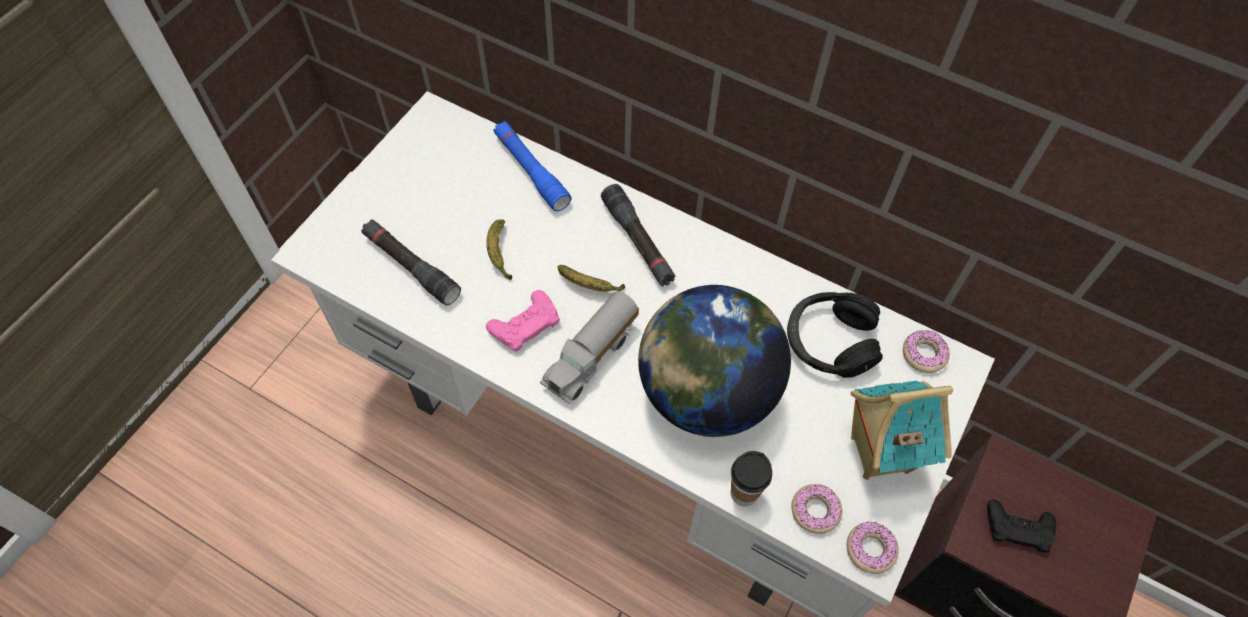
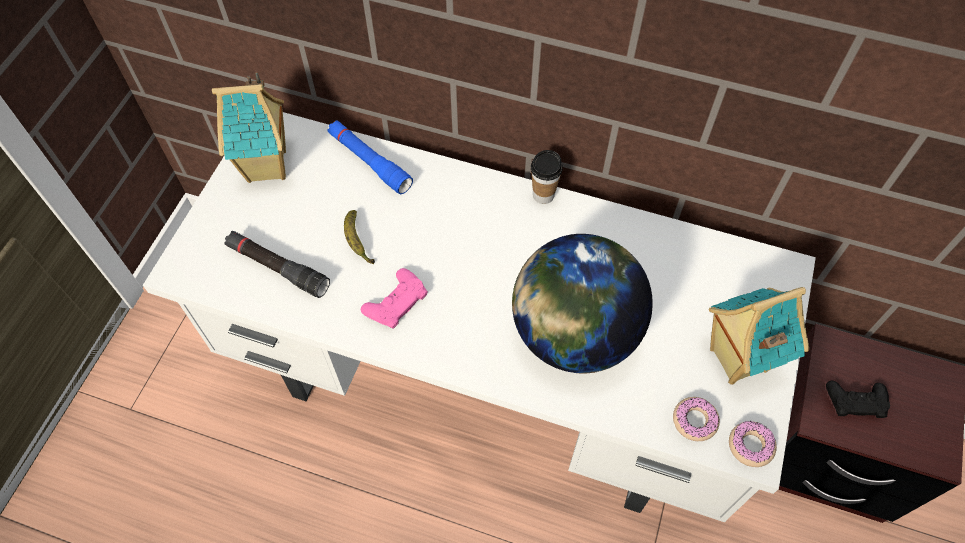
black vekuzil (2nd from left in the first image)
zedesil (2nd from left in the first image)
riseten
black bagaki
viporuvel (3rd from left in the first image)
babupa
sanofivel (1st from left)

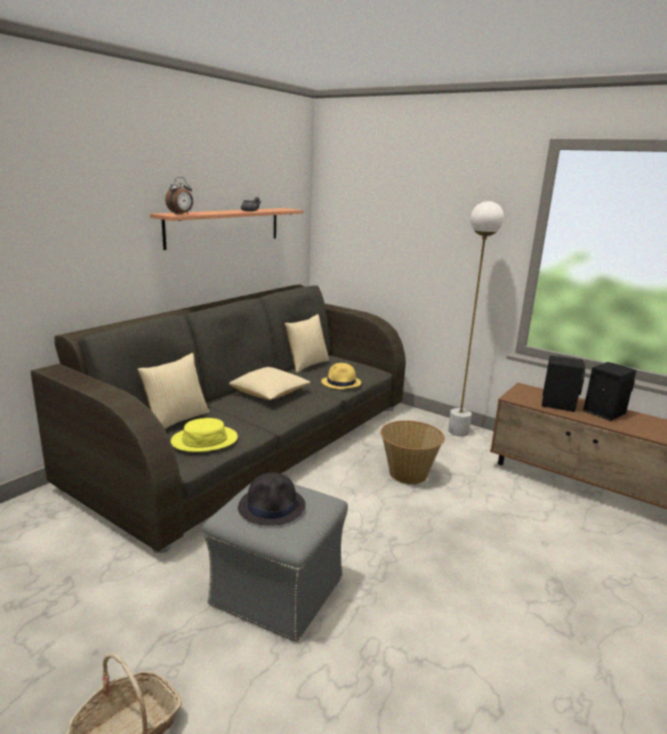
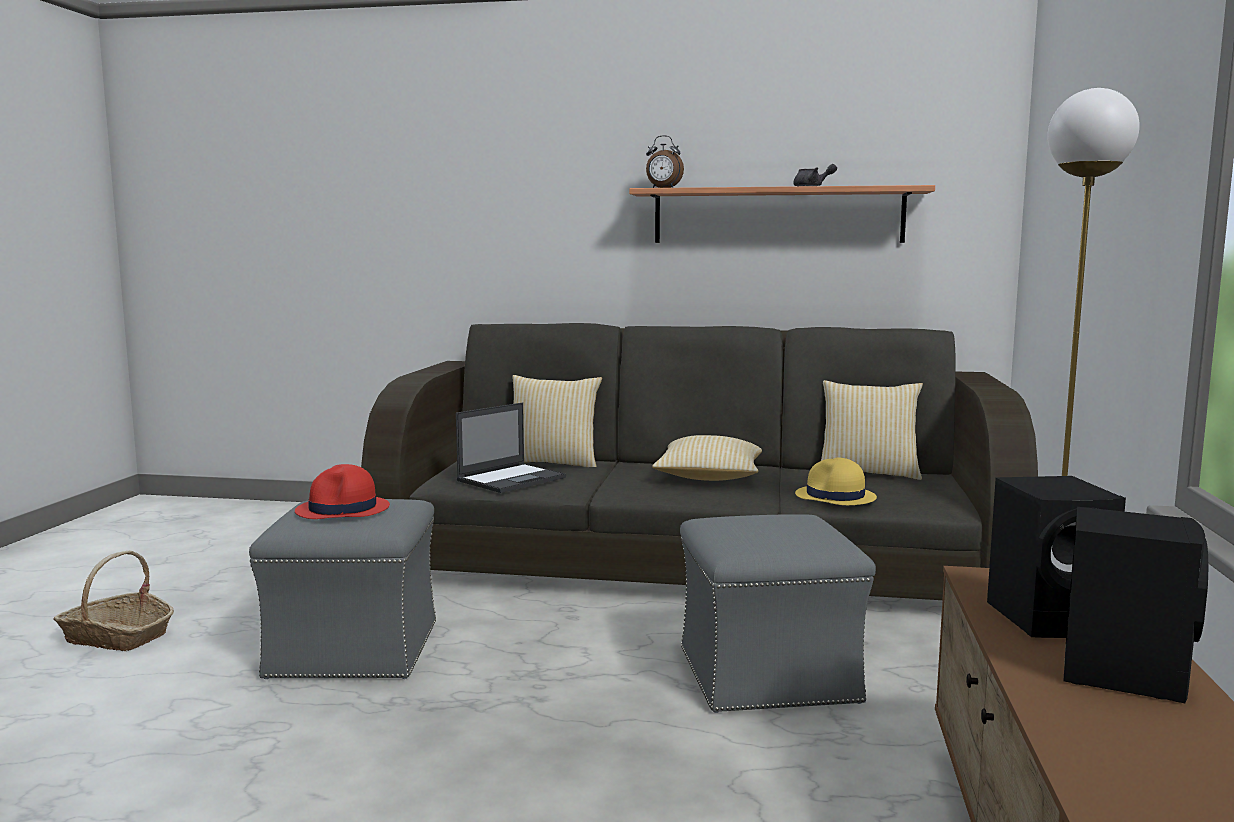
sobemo
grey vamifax (2nd from left)
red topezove

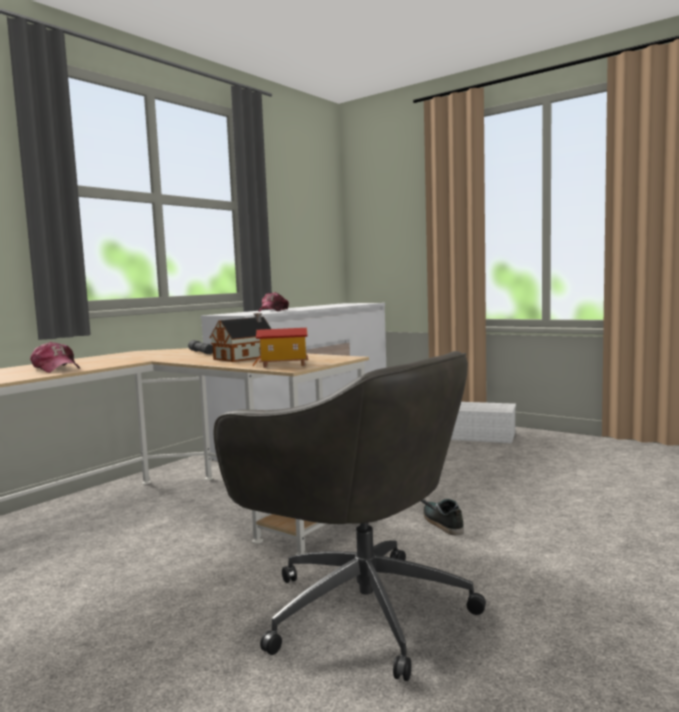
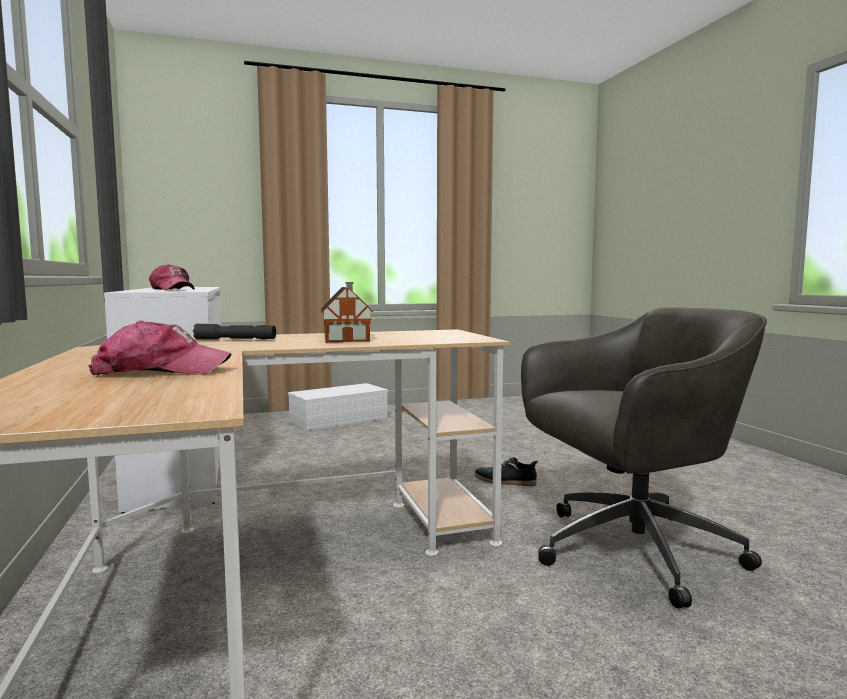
sanofivel (2nd from left in the first image)

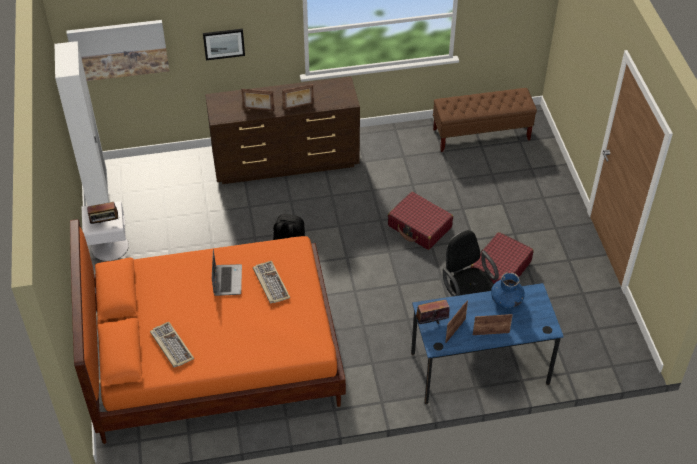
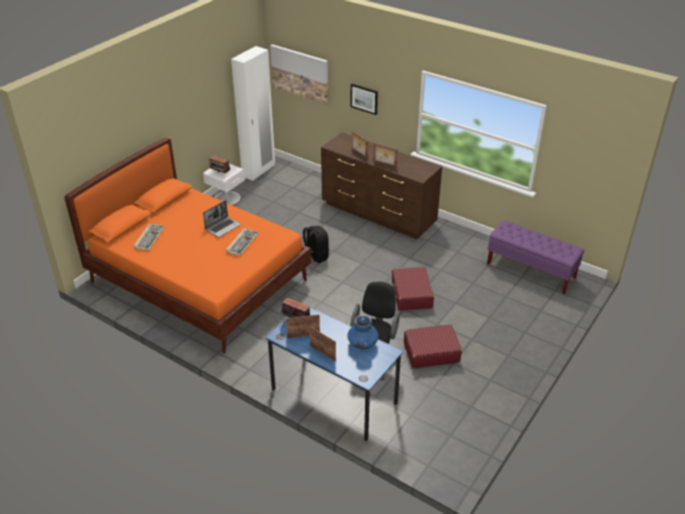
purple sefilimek

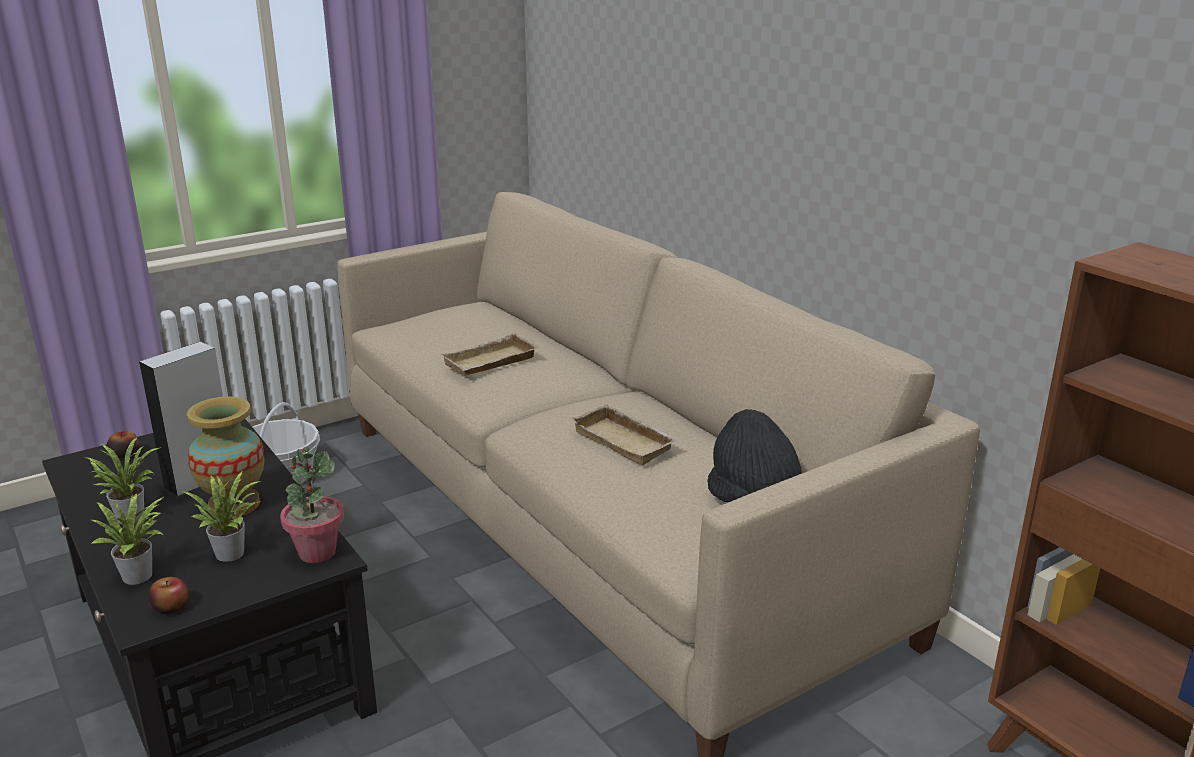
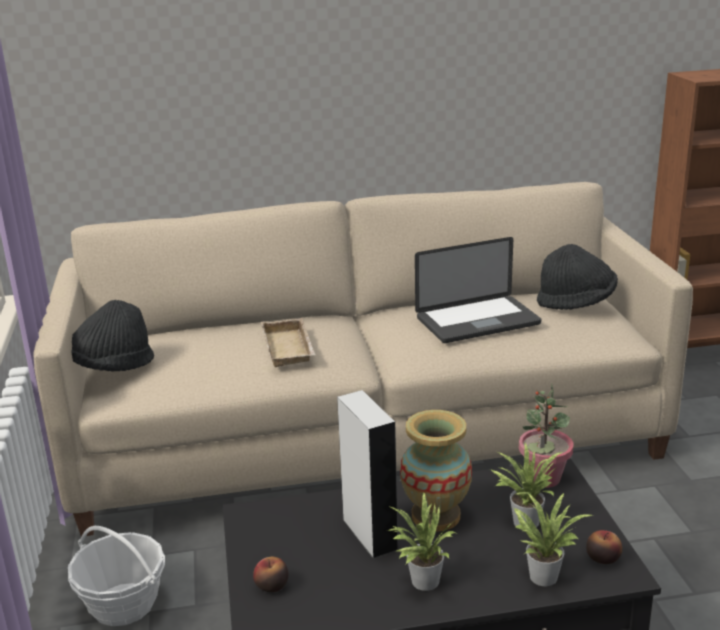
sobemo
black topezove (1st from left)

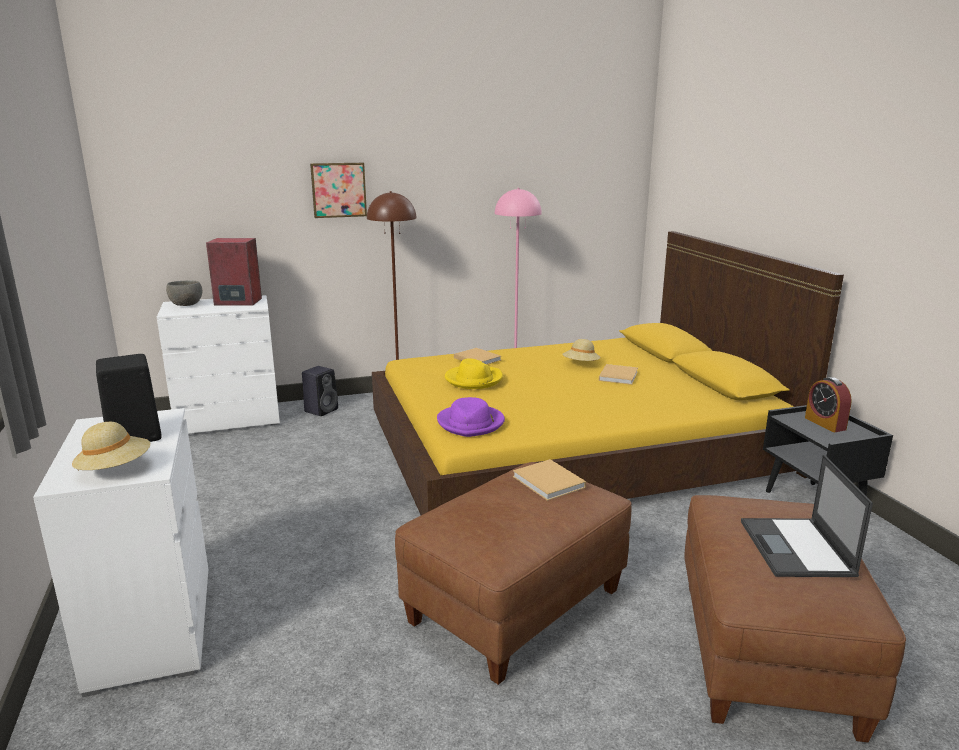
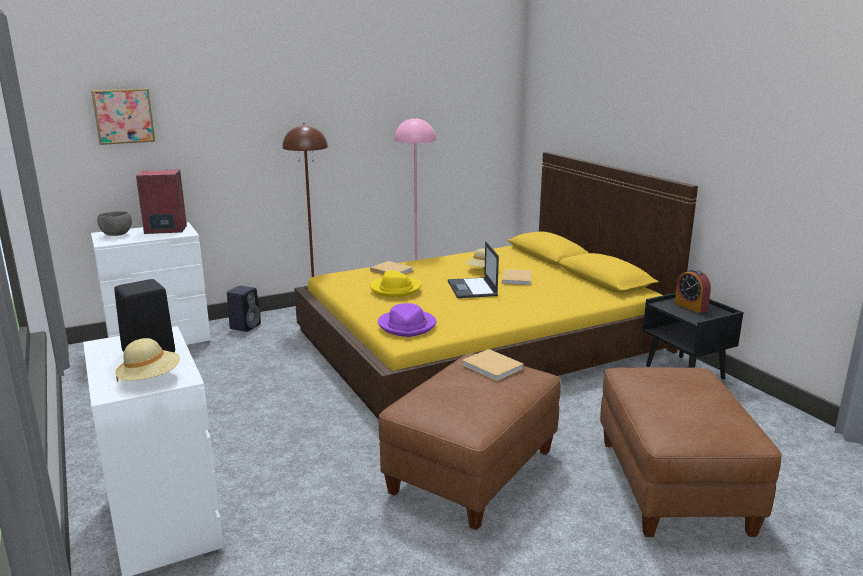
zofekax
sobemo

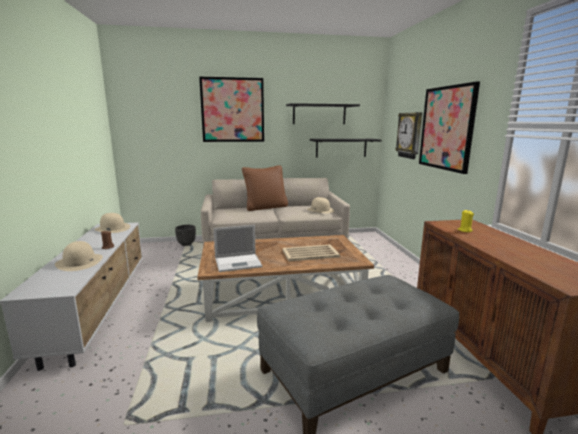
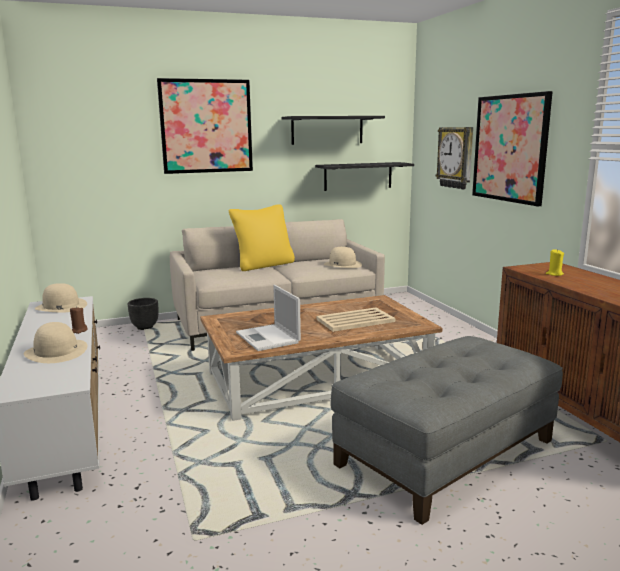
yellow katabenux
sobemo

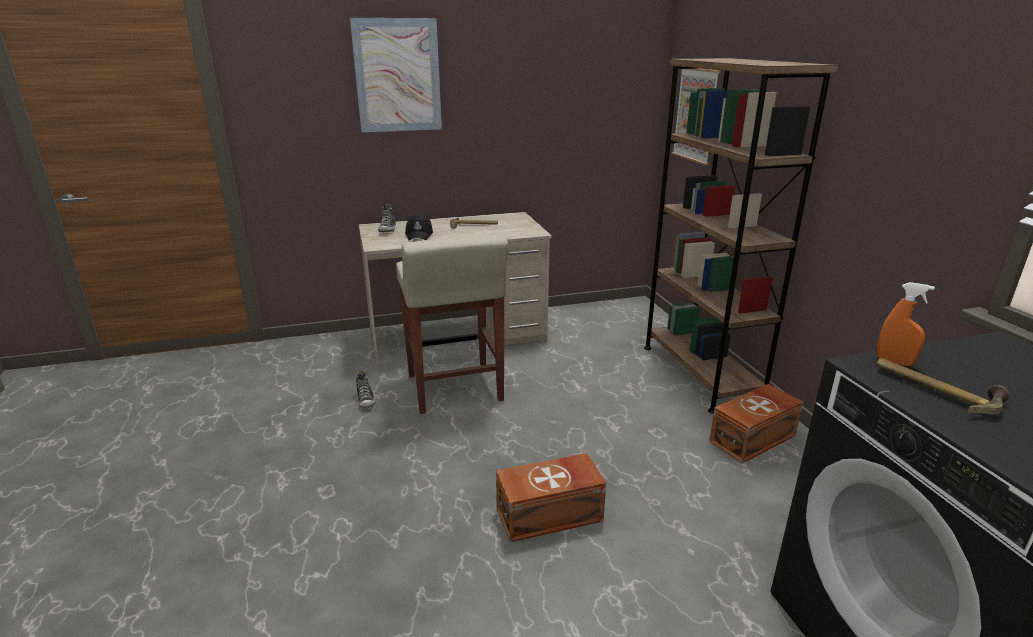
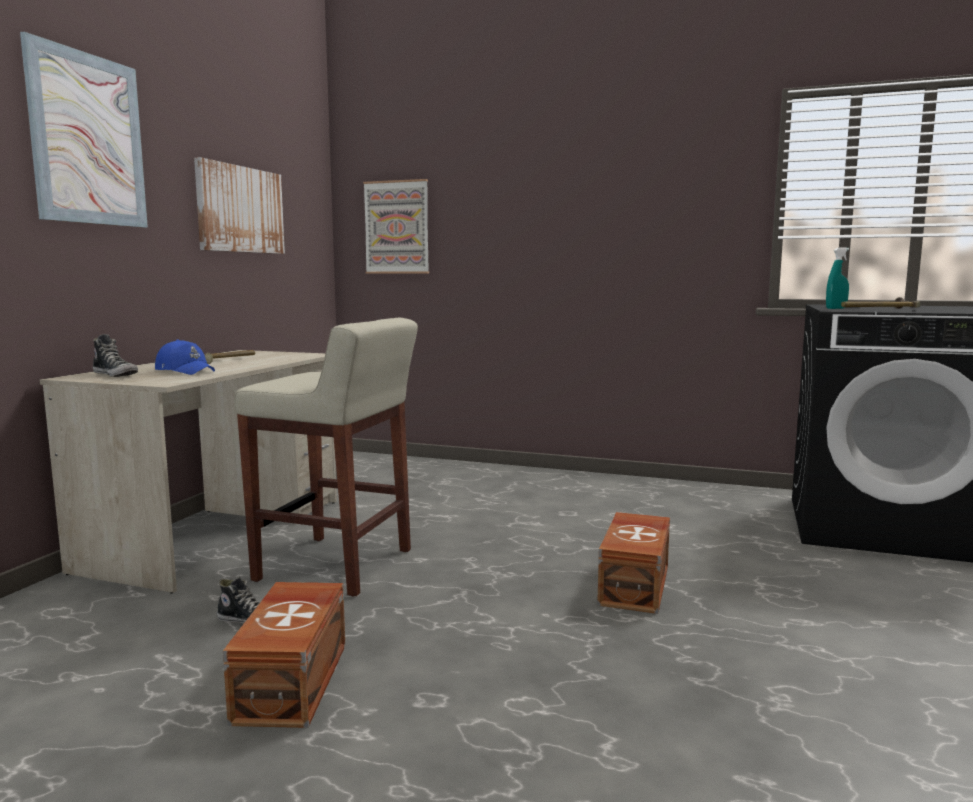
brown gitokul
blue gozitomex
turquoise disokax
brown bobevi (1st from left)
zofekax (2nd from left)

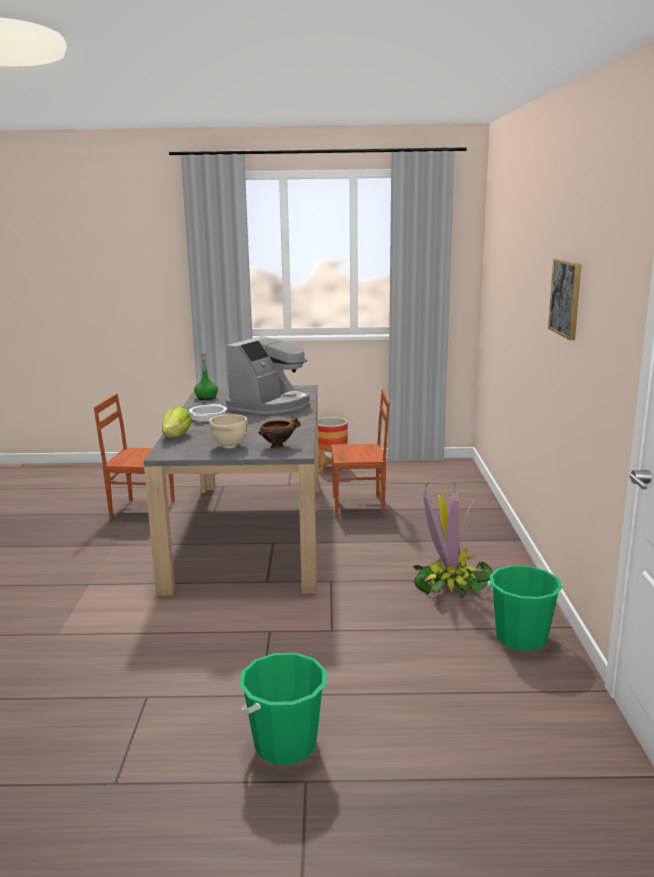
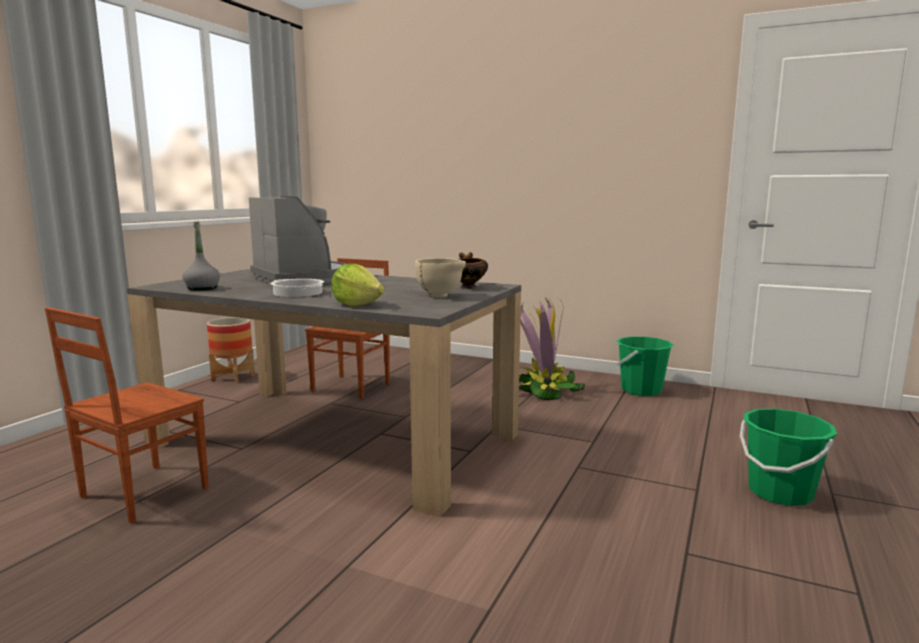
zofekax
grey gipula

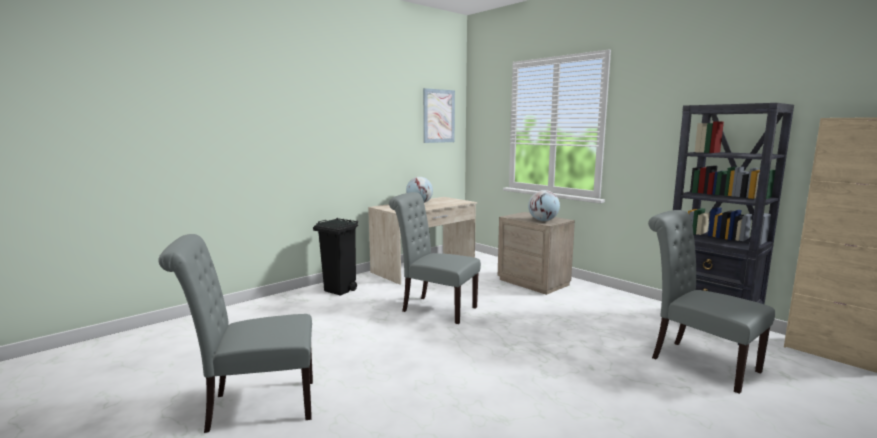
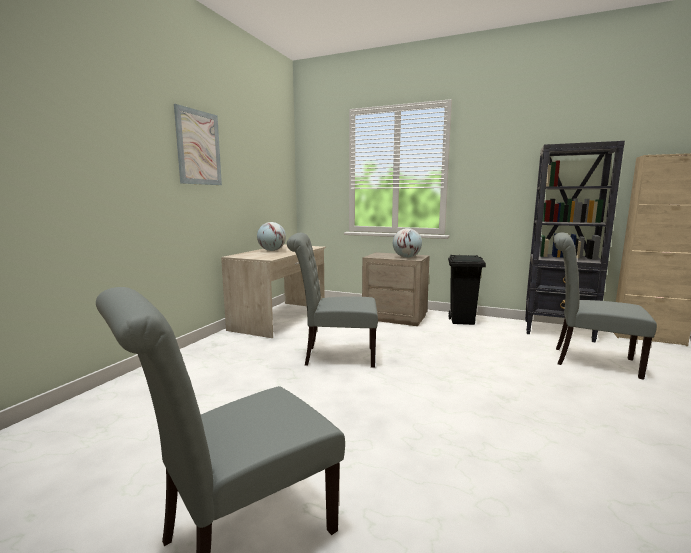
zofekax
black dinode

